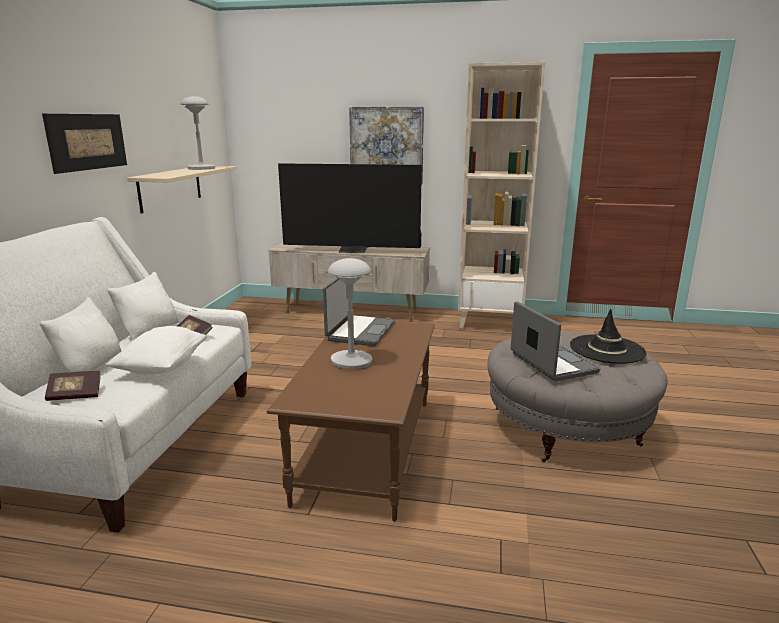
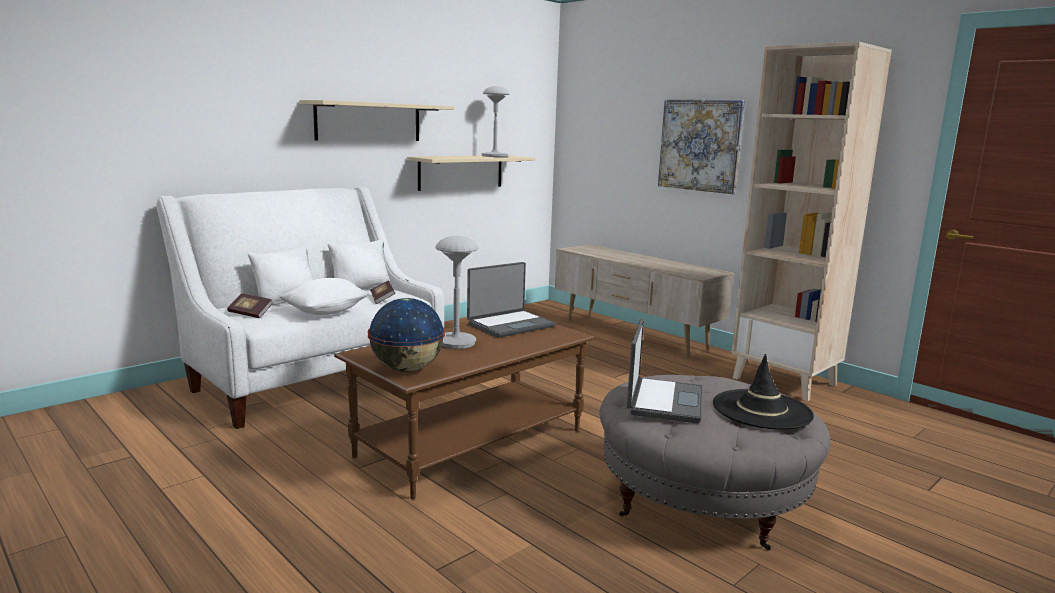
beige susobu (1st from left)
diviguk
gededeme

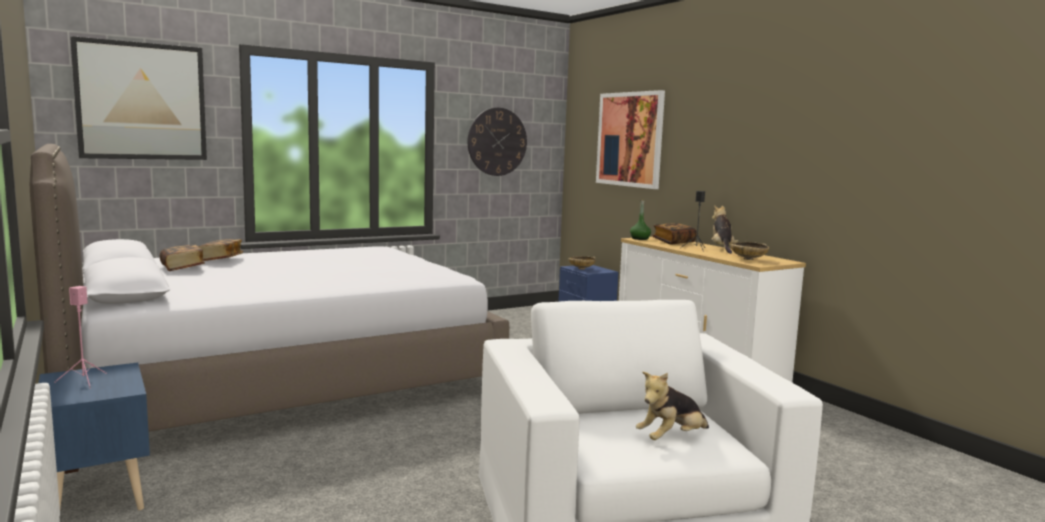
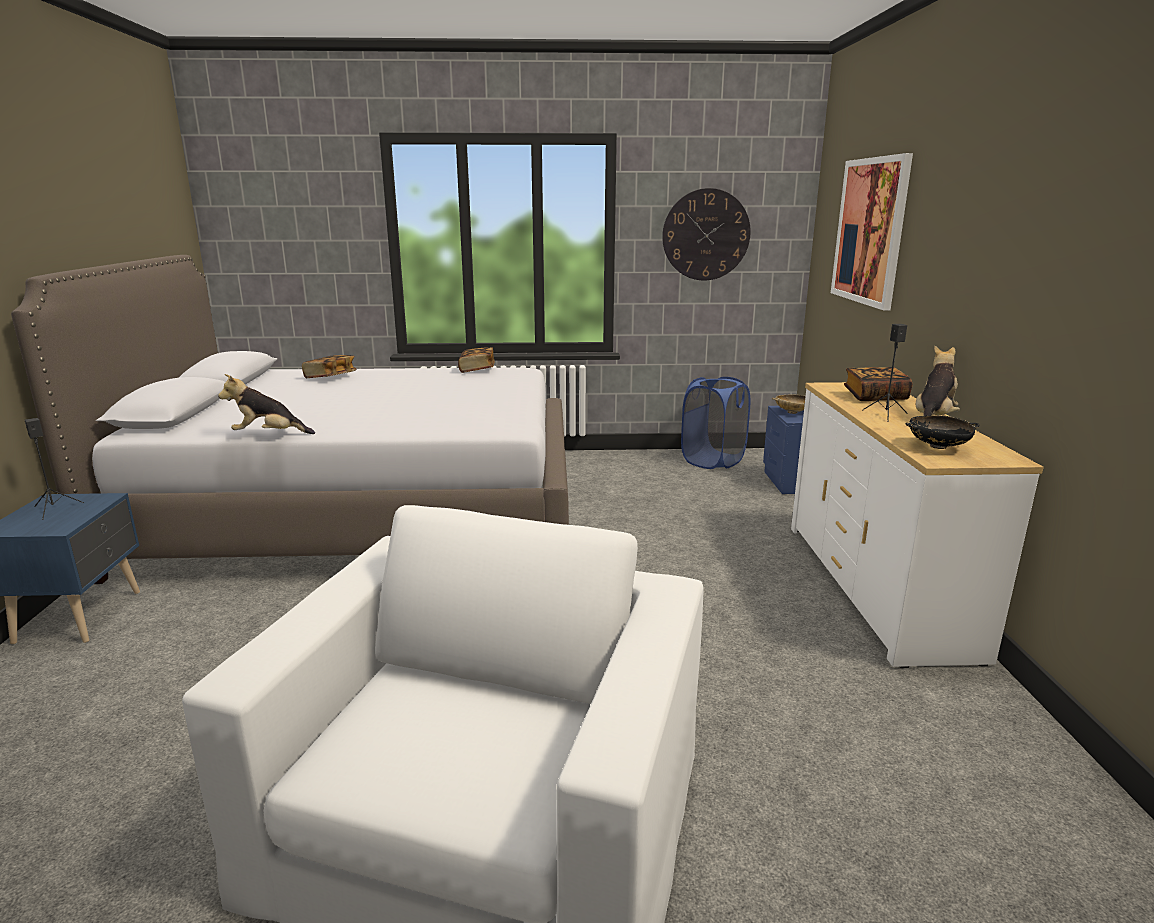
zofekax (1st from left in the first image)
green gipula
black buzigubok
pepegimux (2nd from left)
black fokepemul (1st from left)
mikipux (1st from left)
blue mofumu

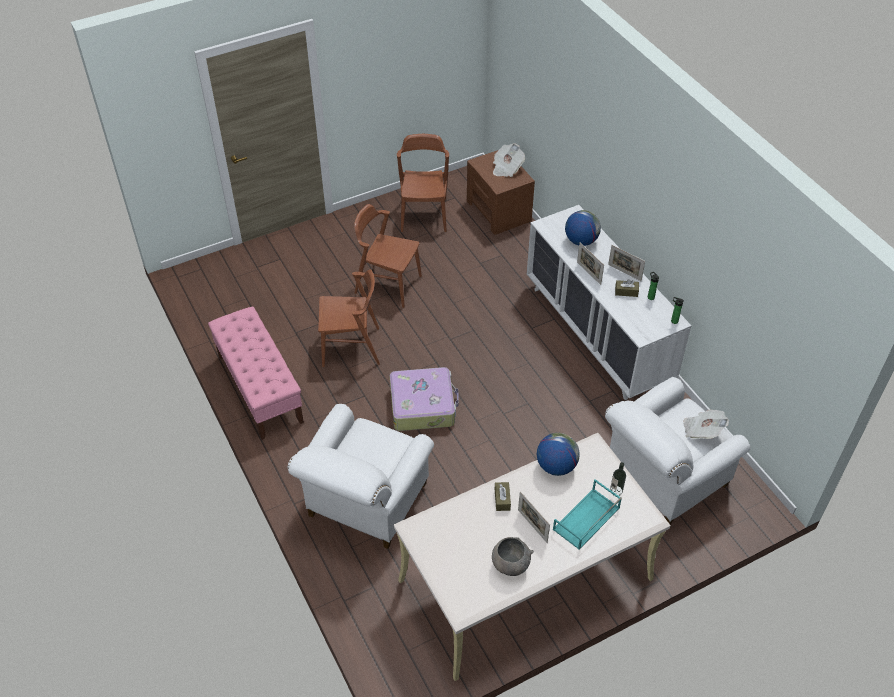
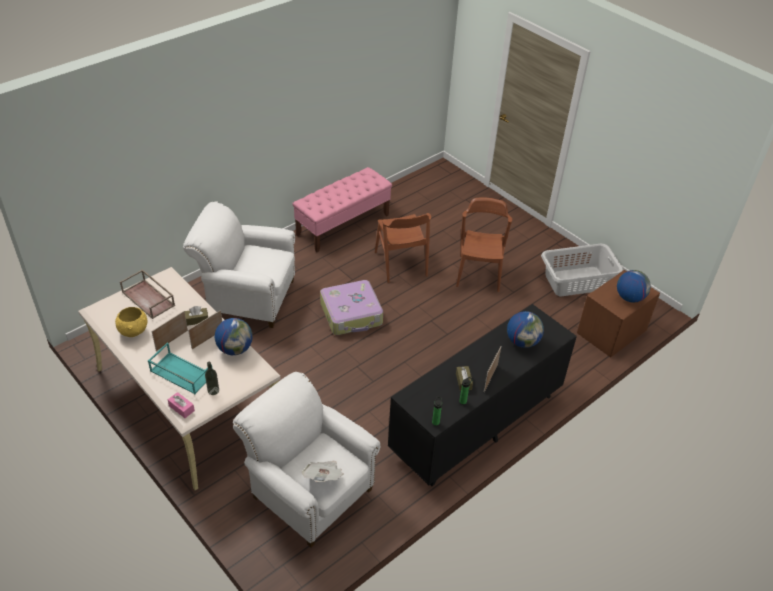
grey mofumu
gededeme (3rd from left)
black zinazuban
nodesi (2nd from left)
yellow buzigubok
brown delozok
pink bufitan

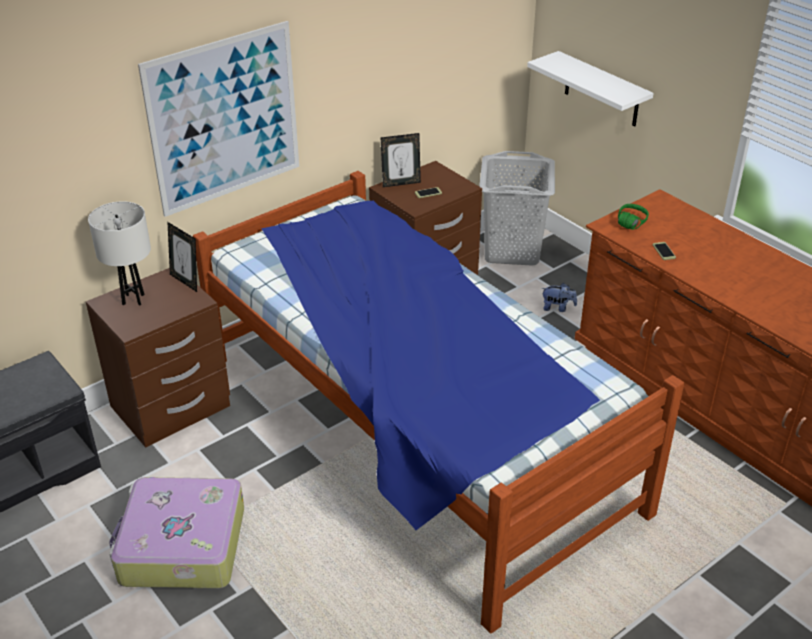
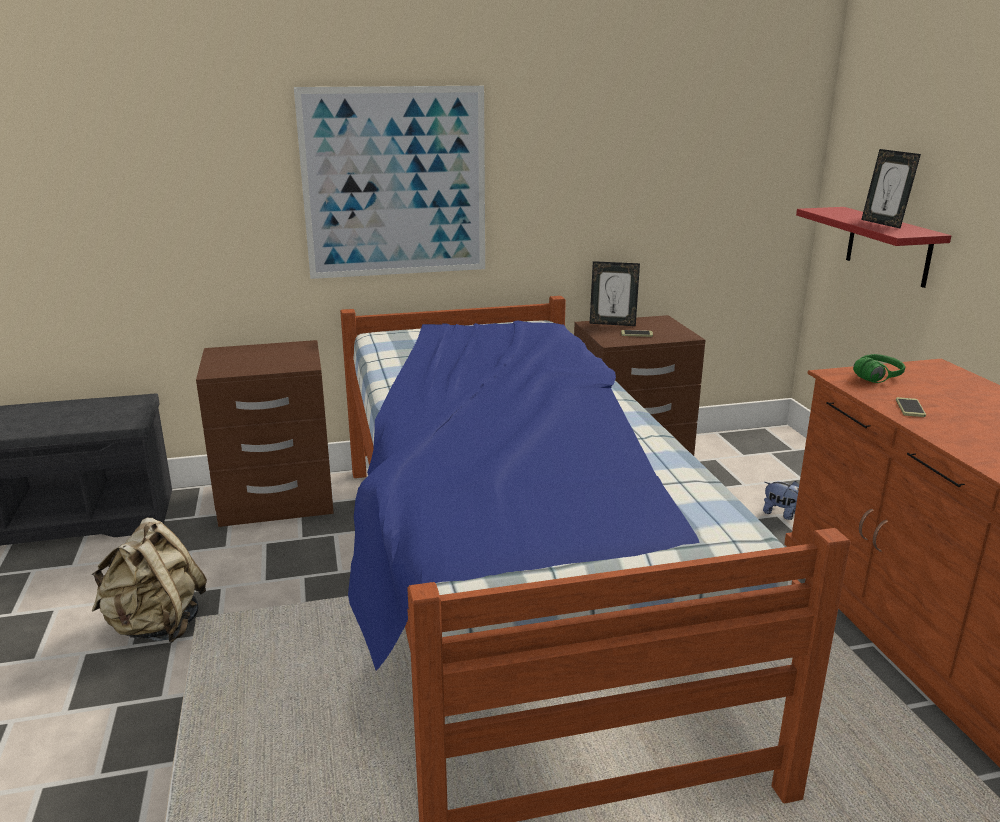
red susobu
grey mofumu
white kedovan
nodesi (2nd from left)
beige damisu

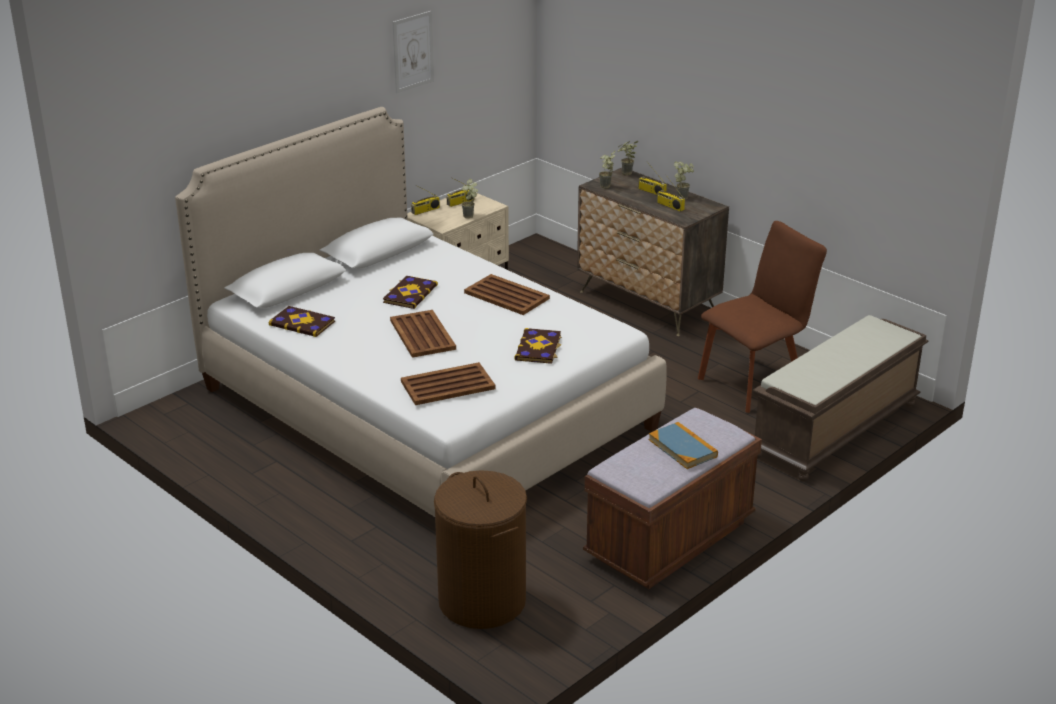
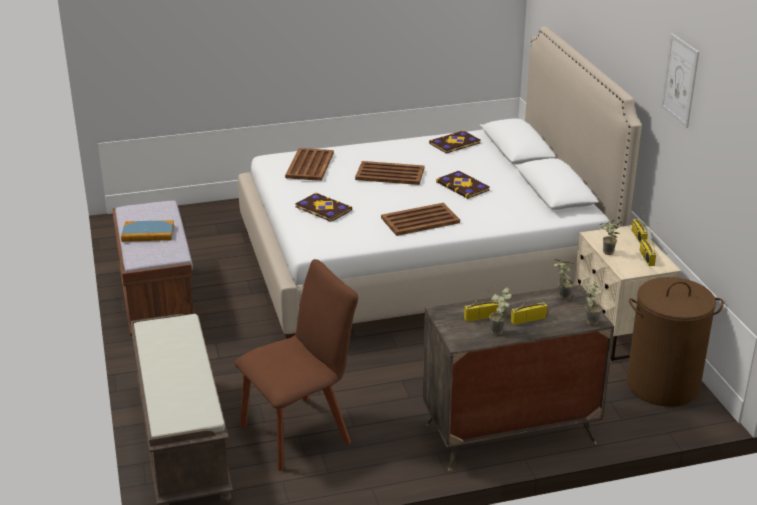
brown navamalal
brown mofumu

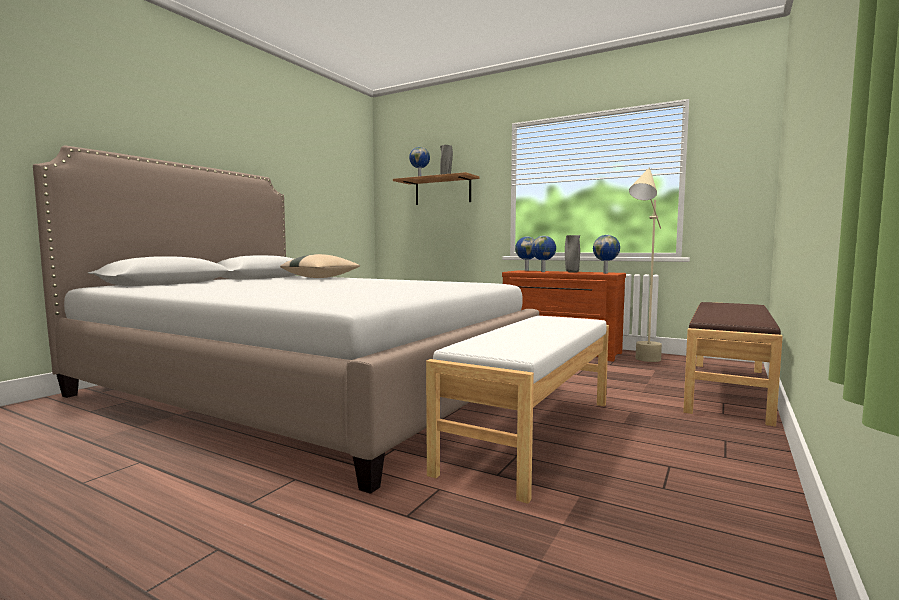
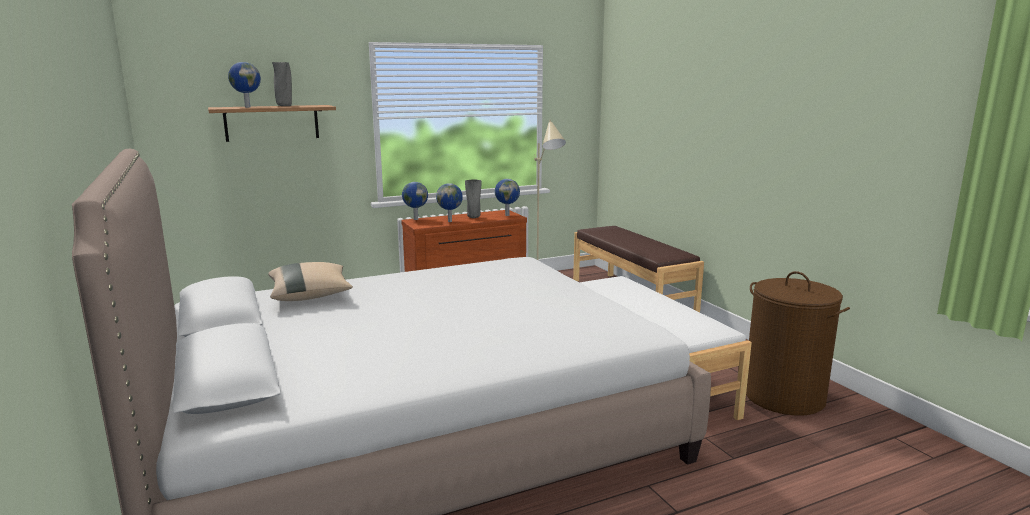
brown mofumu

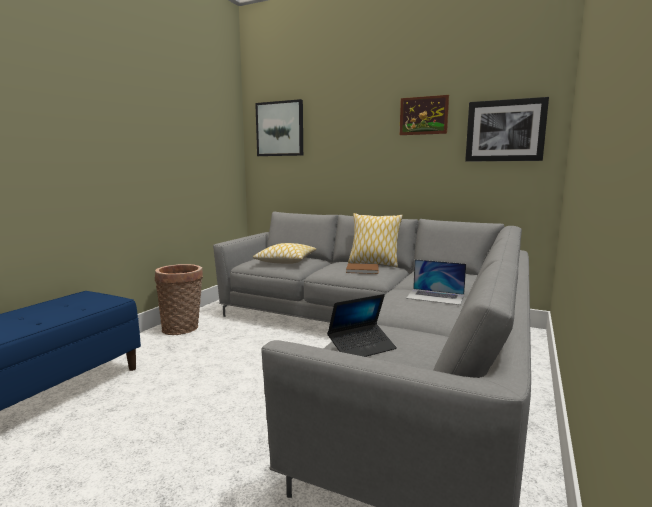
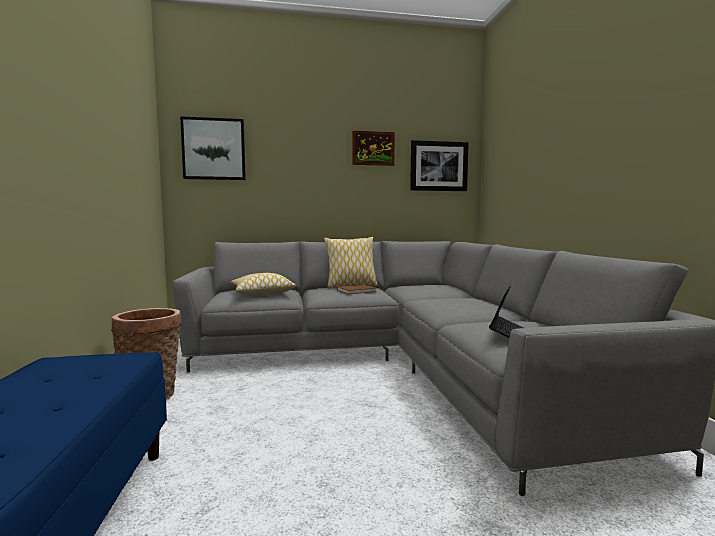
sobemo (2nd from left in the first image)

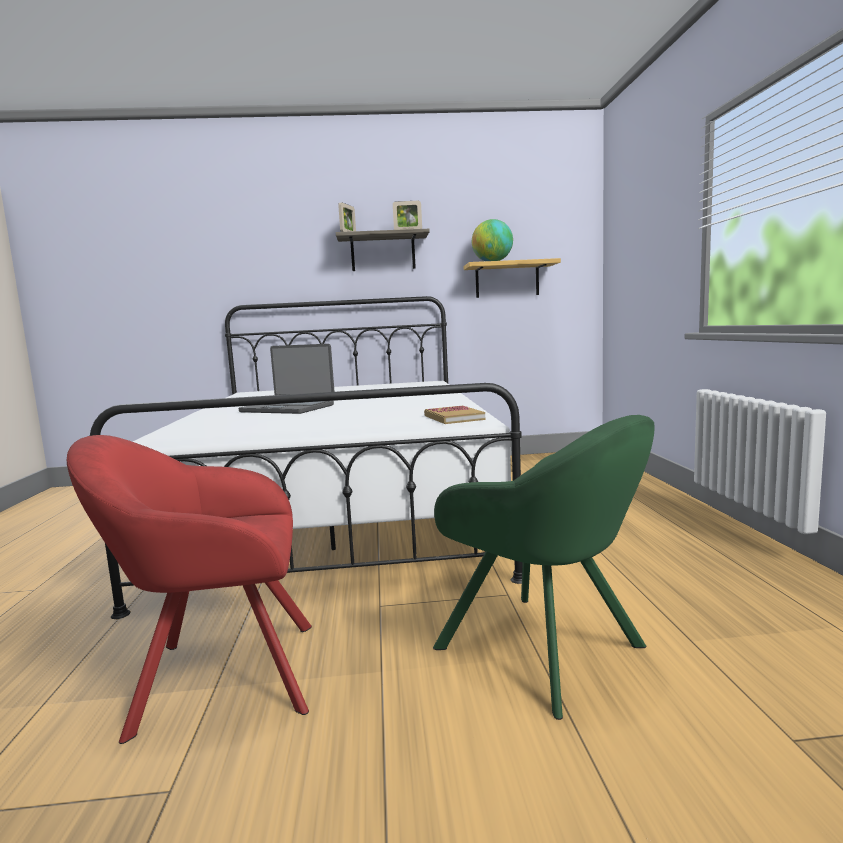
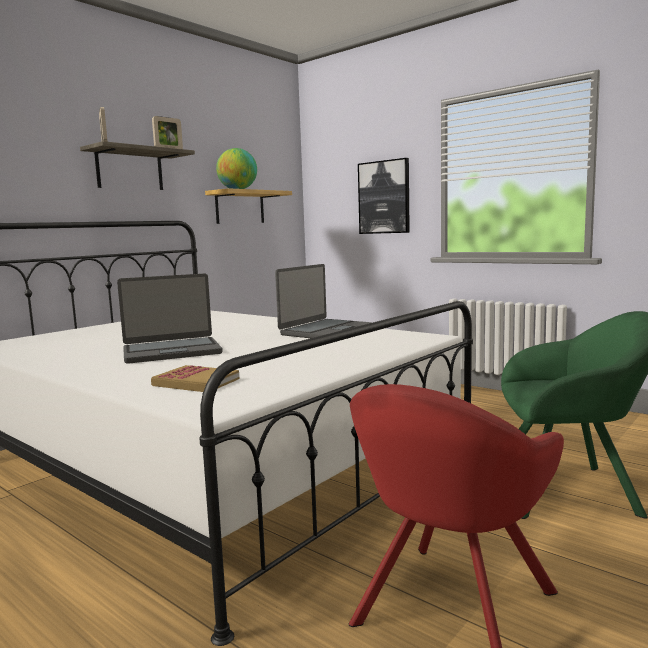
pepegimux
zofekax
sobemo (2nd from left)

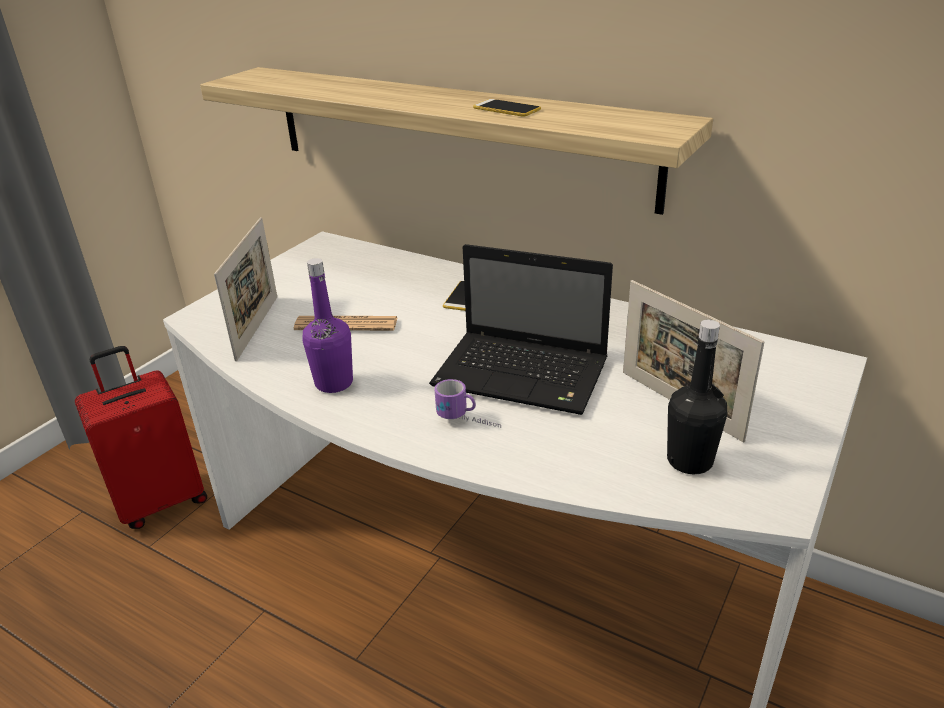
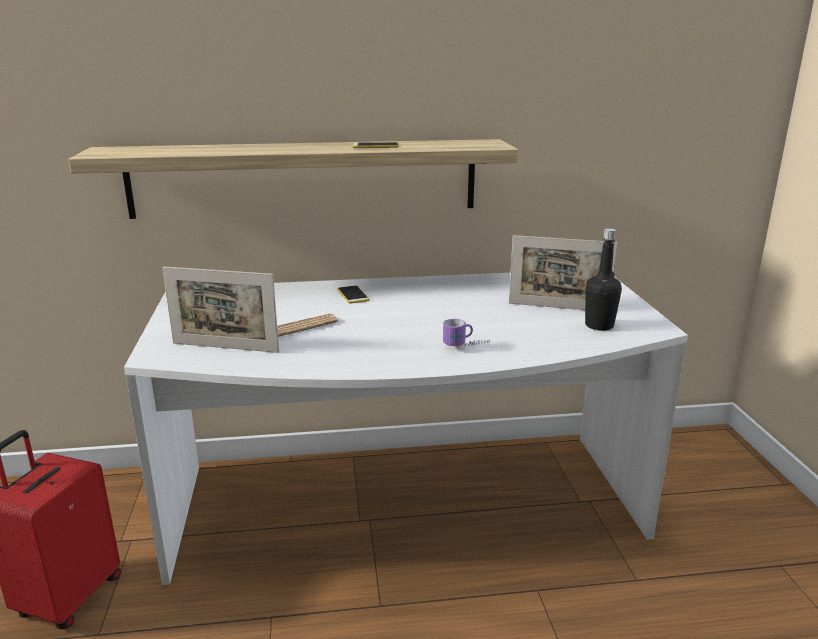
nodesi (1st from left)
sobemo
purple gipula

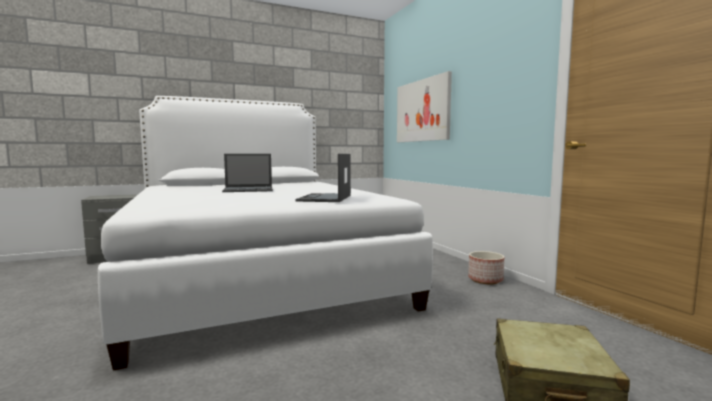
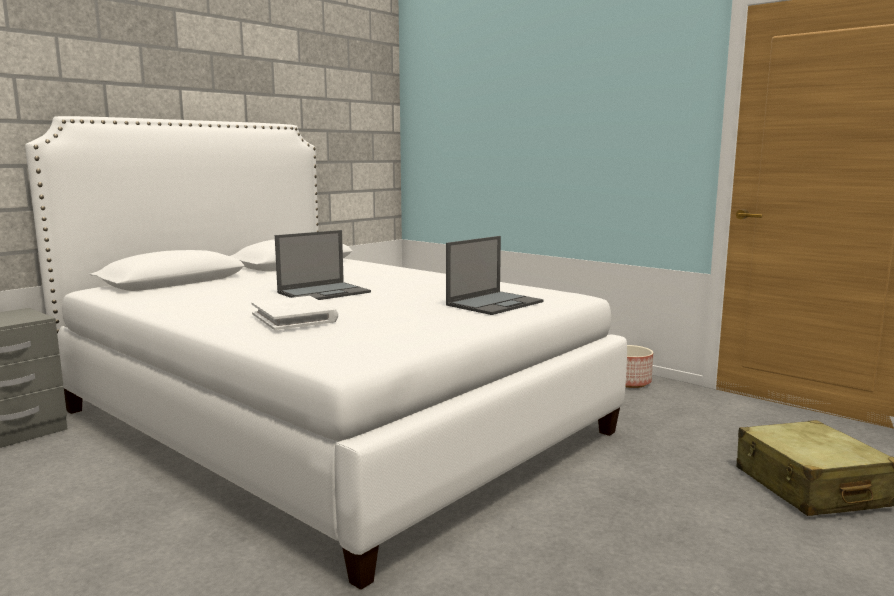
zofekax
sobemo (2nd from left)
white pepegimux

